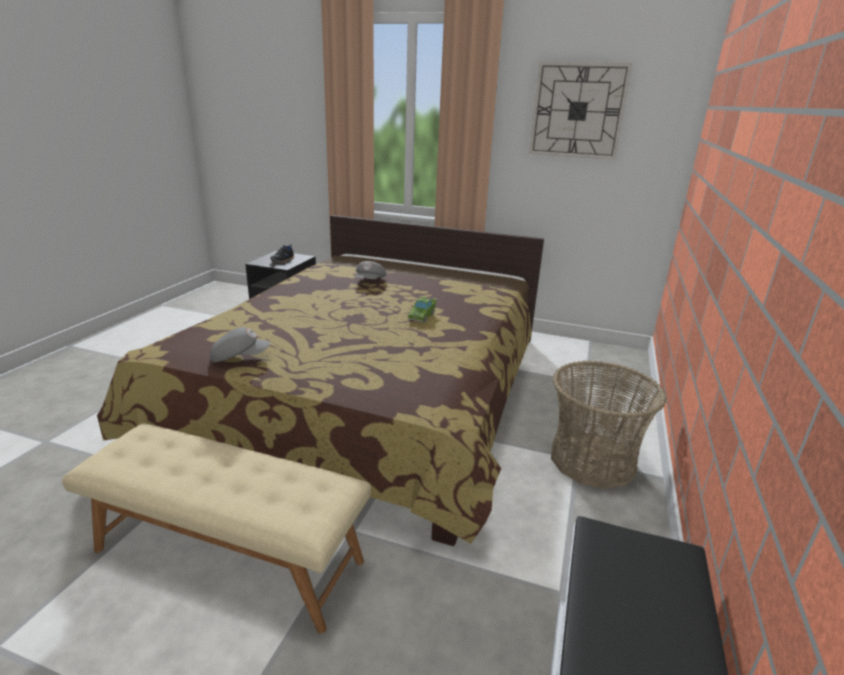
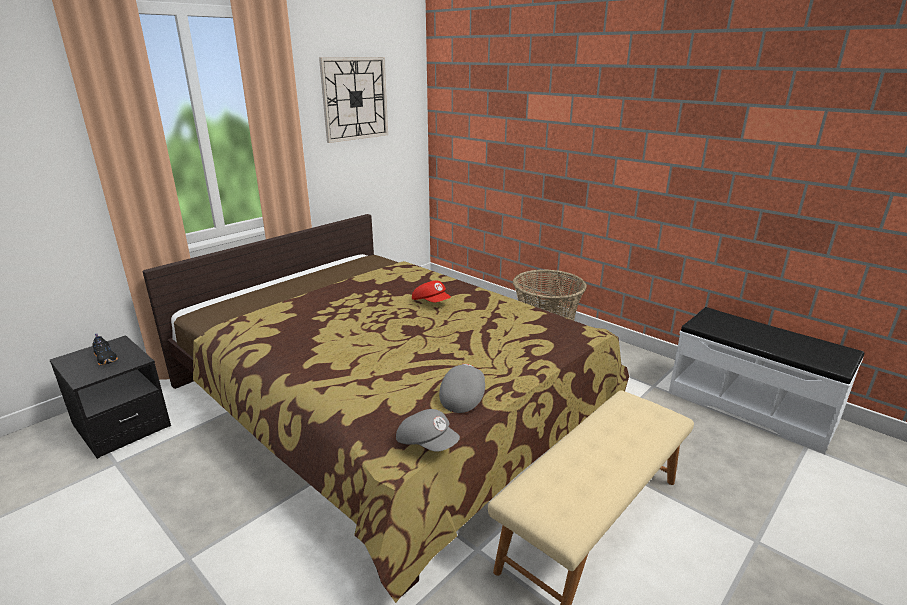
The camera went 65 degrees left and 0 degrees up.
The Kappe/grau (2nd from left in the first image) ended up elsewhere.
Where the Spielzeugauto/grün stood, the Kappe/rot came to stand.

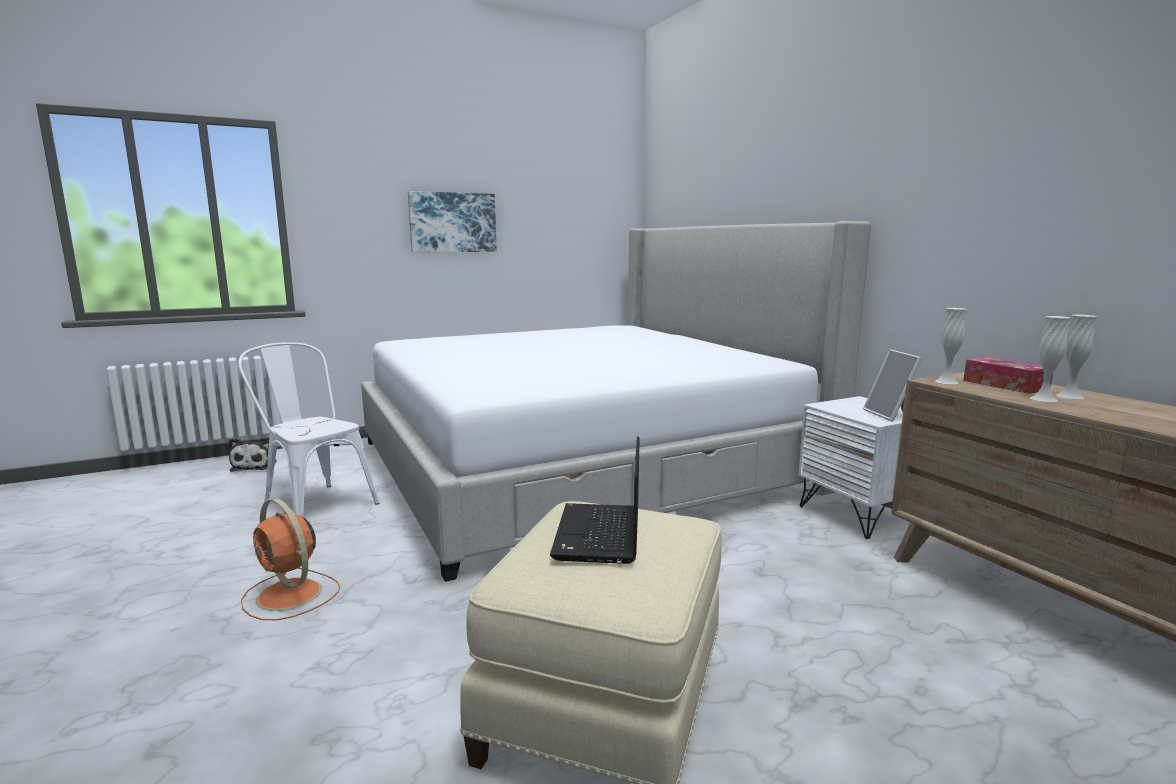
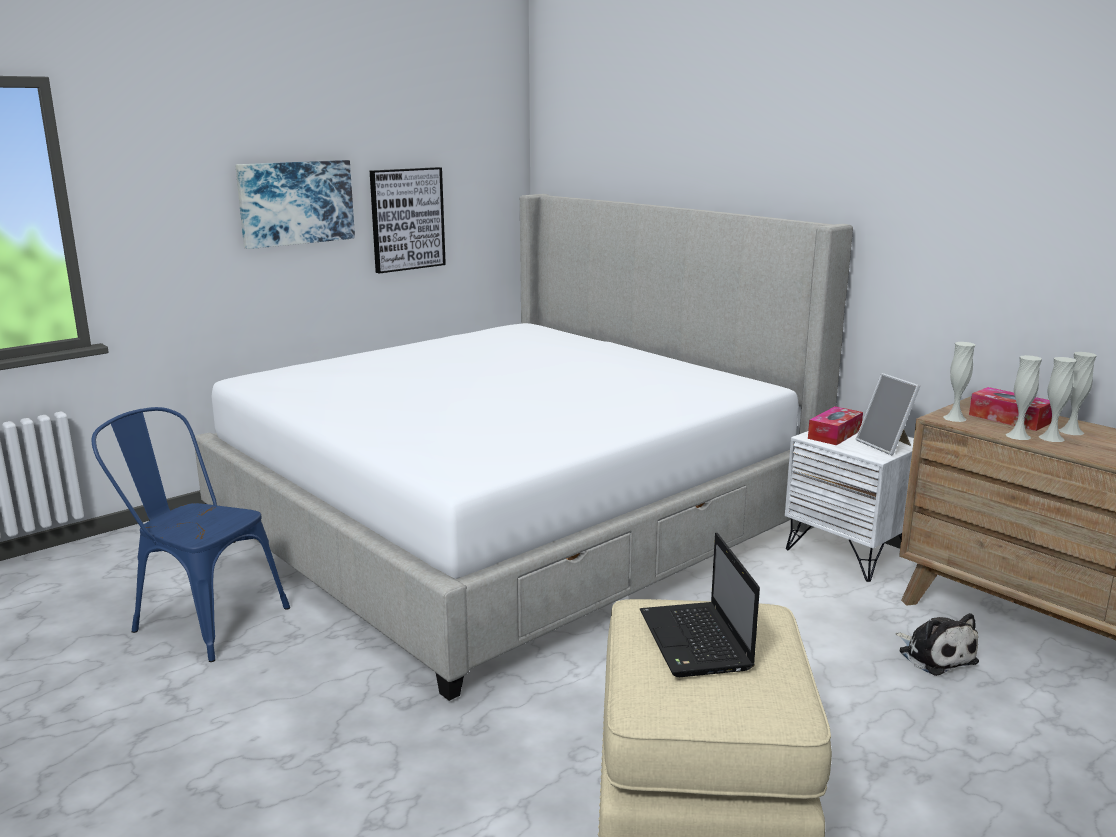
The camera went 15 degrees left and 5 degrees up.
The second view lost the Ventilator/orange.
The second view gained the Bild (2nd from left).
The second view gained the Taschentuchbox (1st from left).
The second view gained the Vase/weiß (2nd from left).
The Plüschtier ended up elsewhere.
What was the Stuhl/weiß turned into the Stuhl/blau.

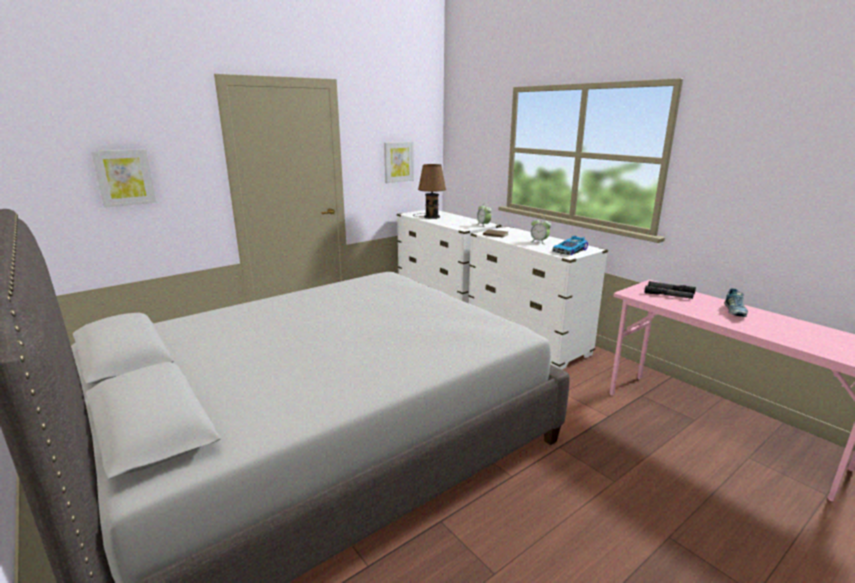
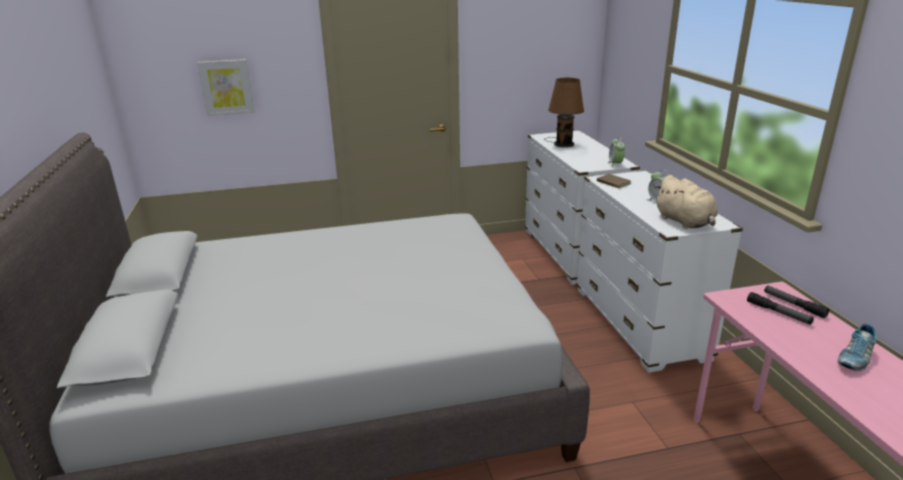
The camera went 25 degrees right and 5 degrees up.
The second view lost the Bild (2nd from left).
Where the Spielzeugauto stood, the Plüschtier/beige came to stand.

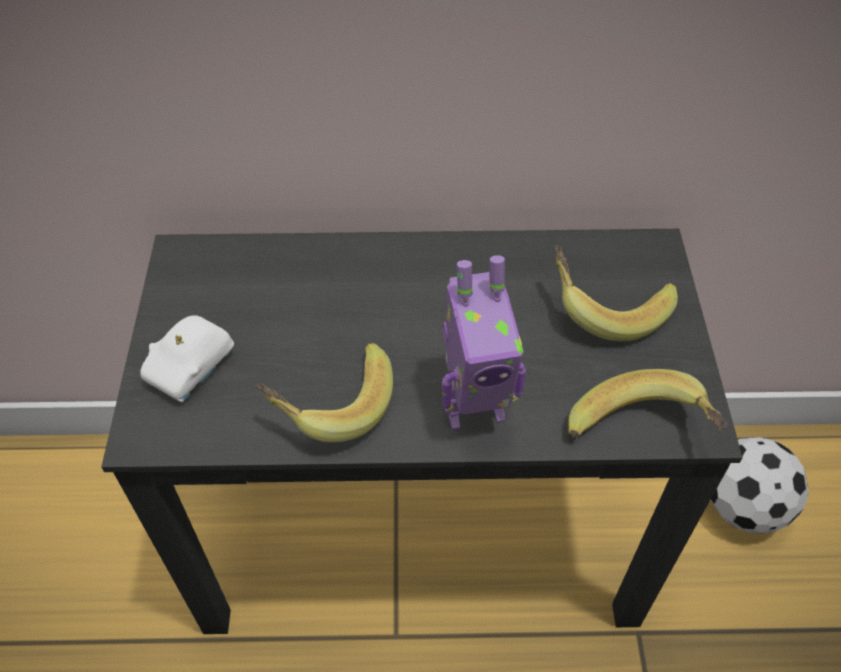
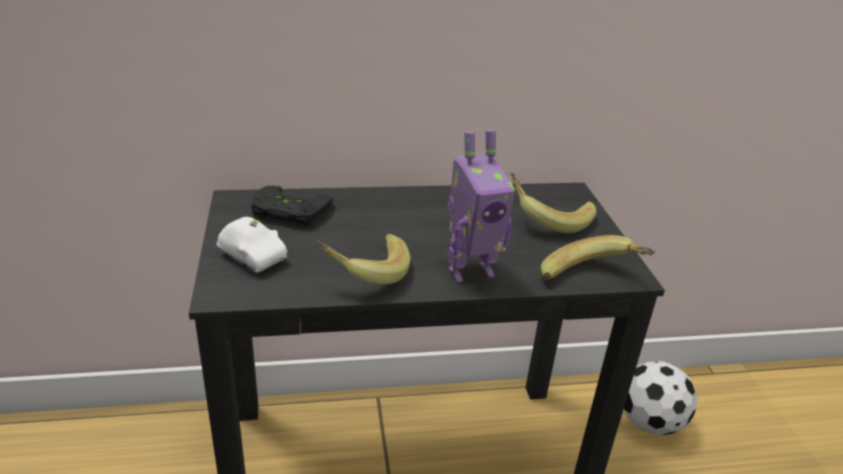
The camera went 10 degrees left and 20 degrees down.
The second view gained the Gamepad/schwarz.
The Spielzeugauto/weiß ended up facing another way, 75 degrees counterclockwise from before.

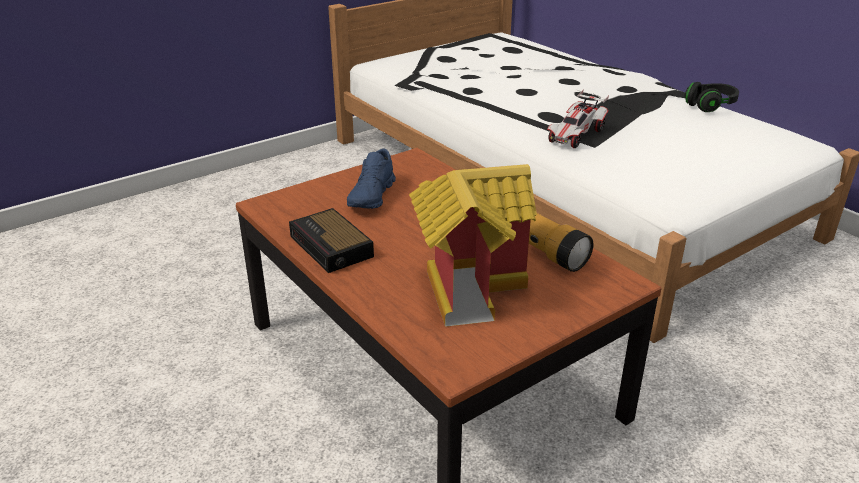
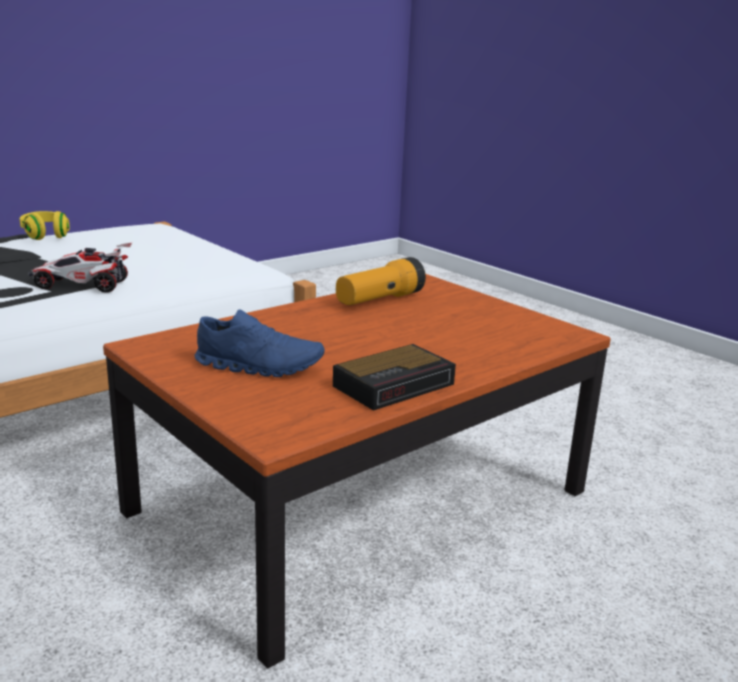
The camera went 95 degrees left and 10 degrees down.
The second view lost the Spielzeughaus.
What was the Kopfhörer/schwarz turned into the Kopfhörer/gelb.
The Spielzeugauto ended up facing another way, 150 degrees clockwise from before.

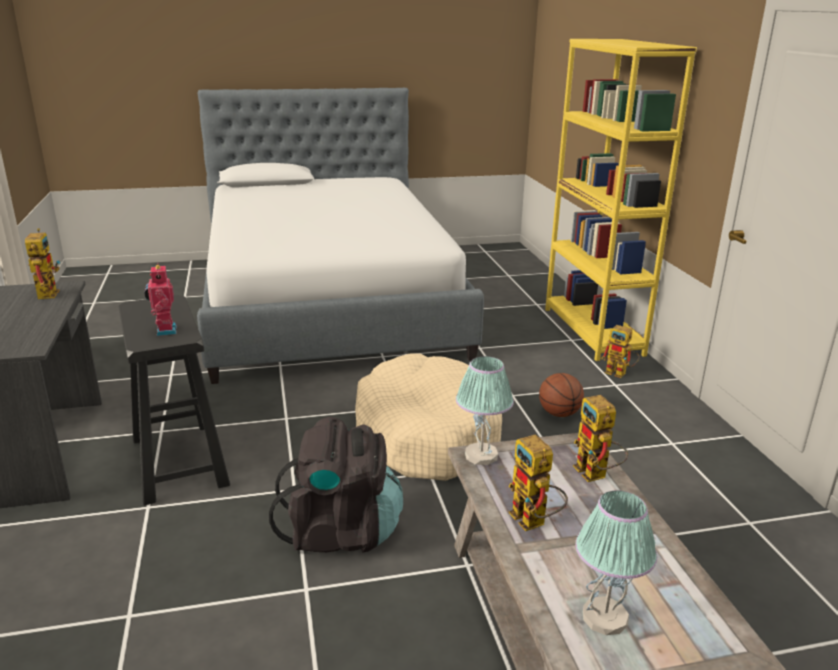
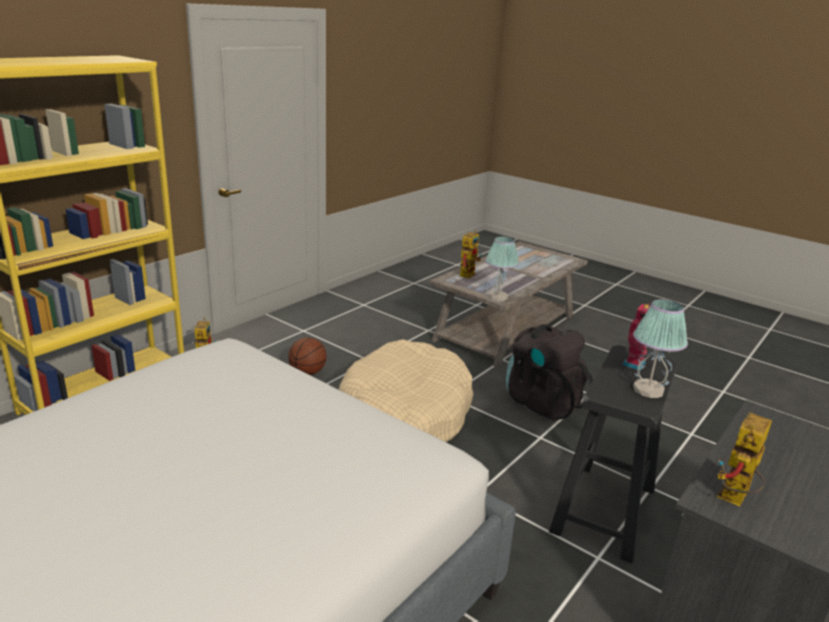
The camera went 130 degrees left and 0 degrees up.
The second view lost the Spielzeugroboter (3rd from left).
The Tischlampe (2nd from left) ended up elsewhere.

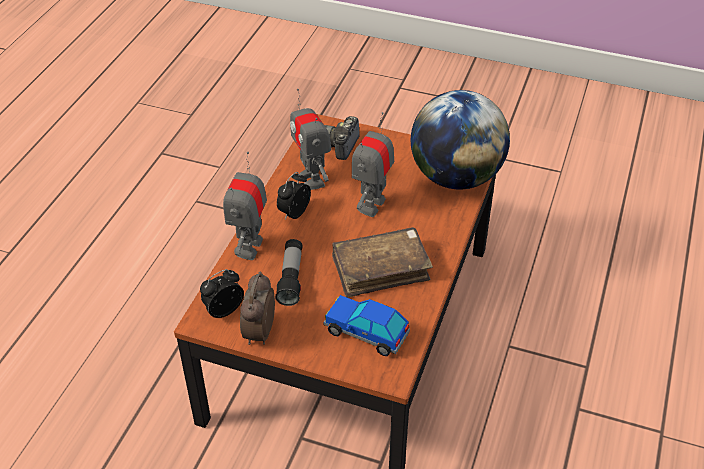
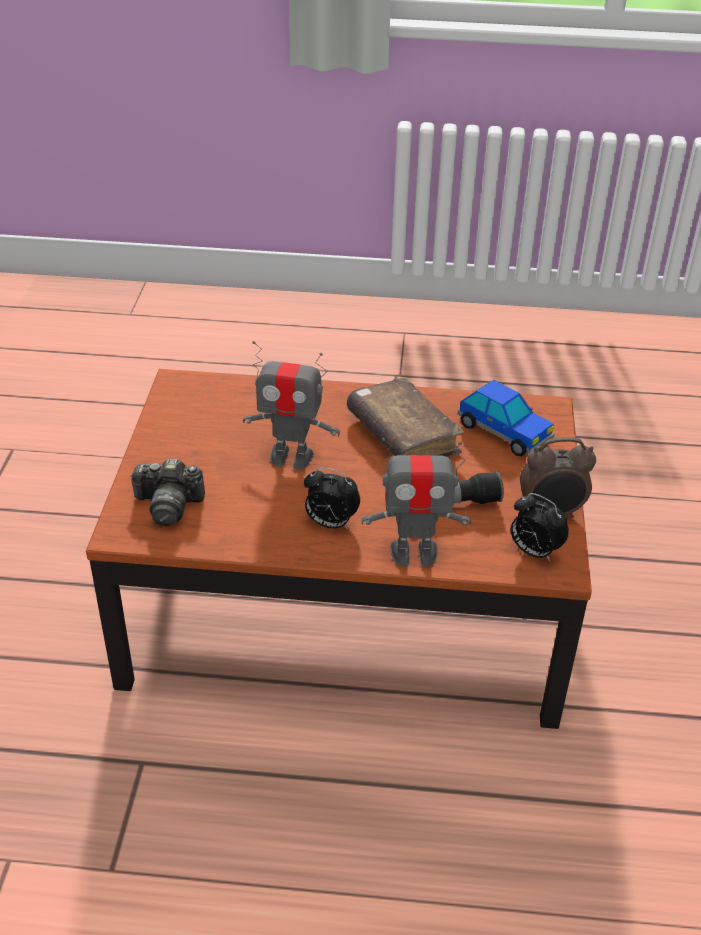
The camera went 105 degrees left and 5 degrees down.
The second view lost the Spielzeugroboter (2nd from left).
The second view lost the Globus.
The Spielzeugauto ended up facing another way, 60 degrees counterclockwise from before.

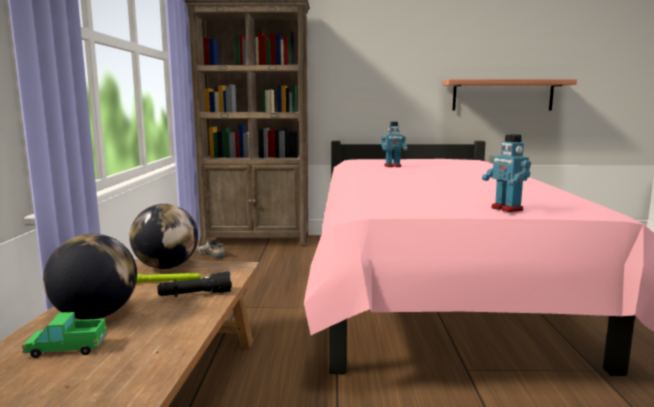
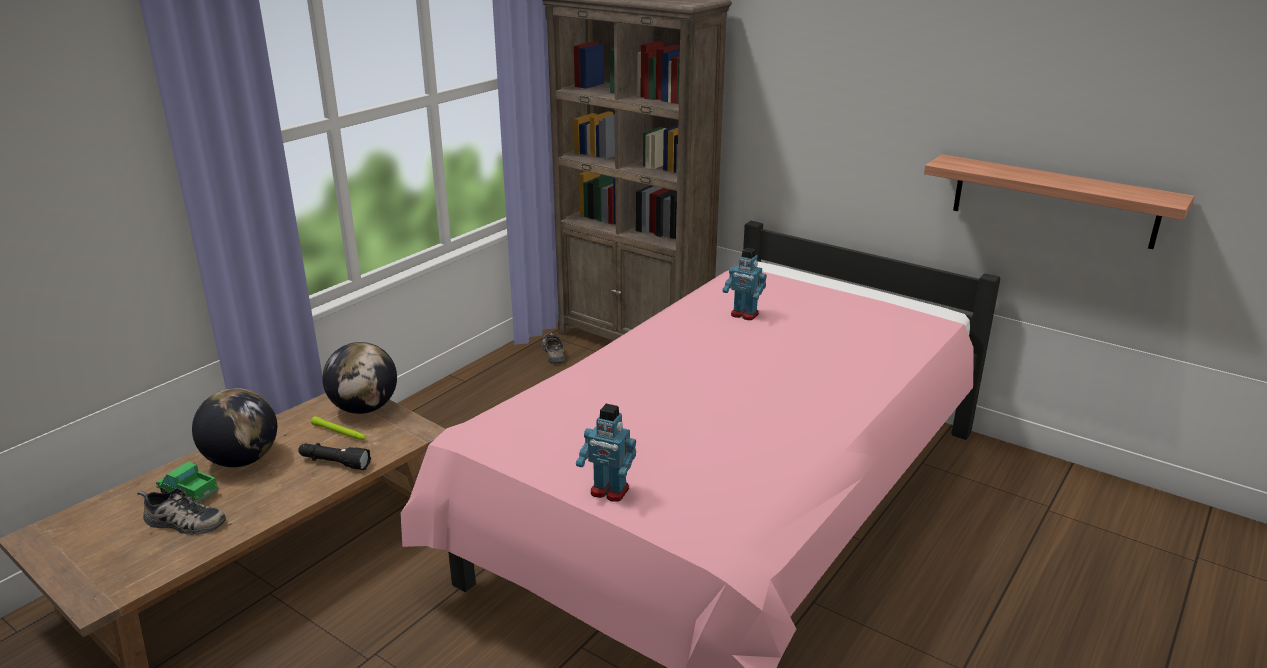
The camera went 35 degrees right and 15 degrees up.
The second view gained the Schuh (1st from left).
The Spielzeugroboter (2nd from left in the first image) ended up facing another way, 75 degrees counterclockwise from before.

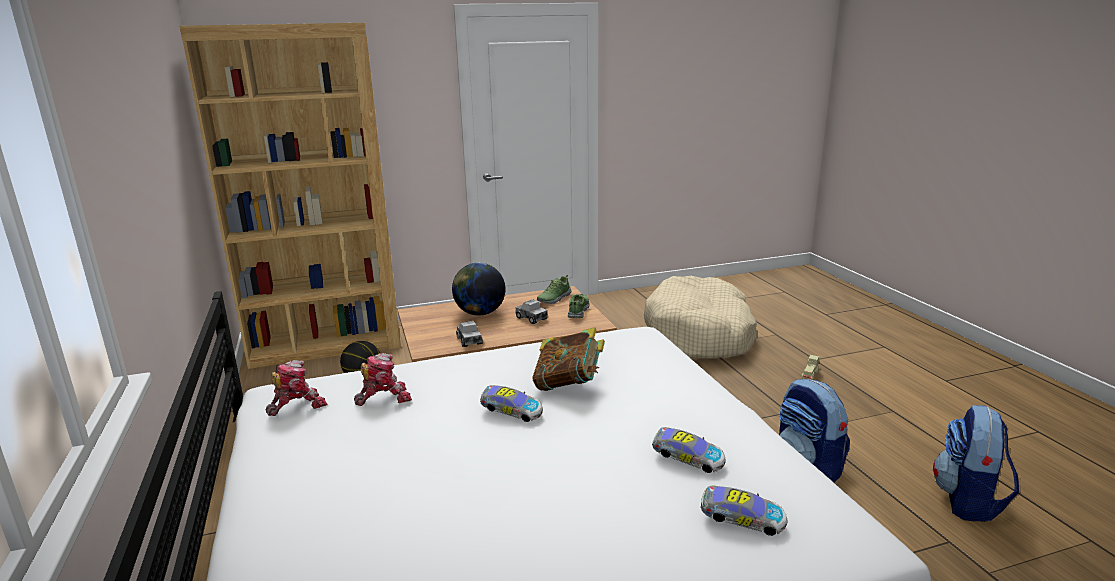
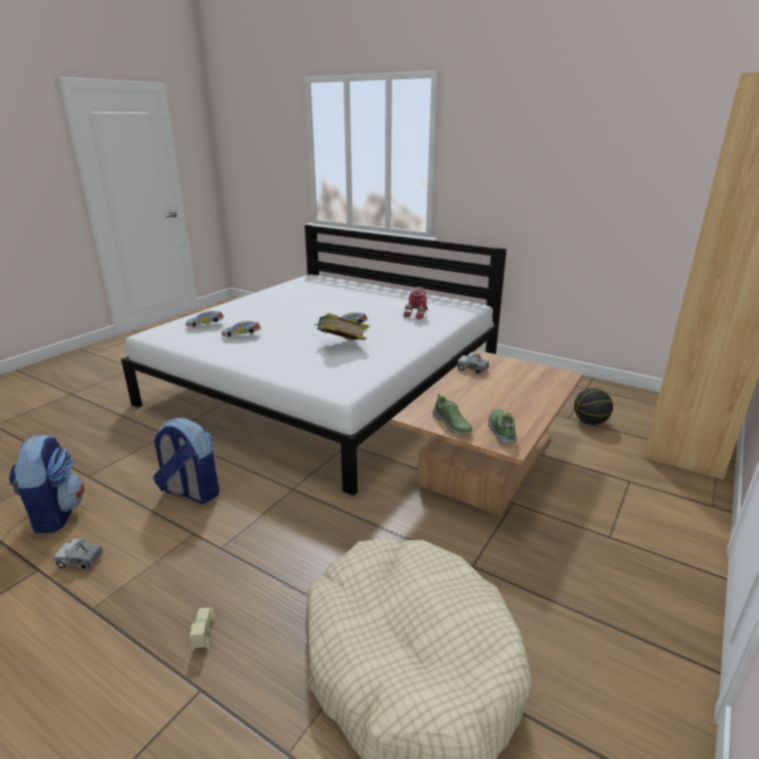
The camera went 140 degrees right and 5 degrees up.
The second view lost the Spielzeugroboter (1st from left).
The second view lost the Globus.
The Spielzeuglaster (2nd from left in the first image) ended up elsewhere.

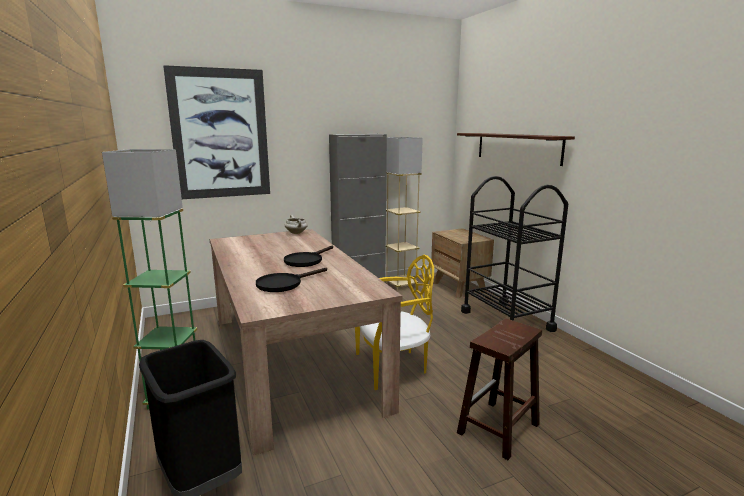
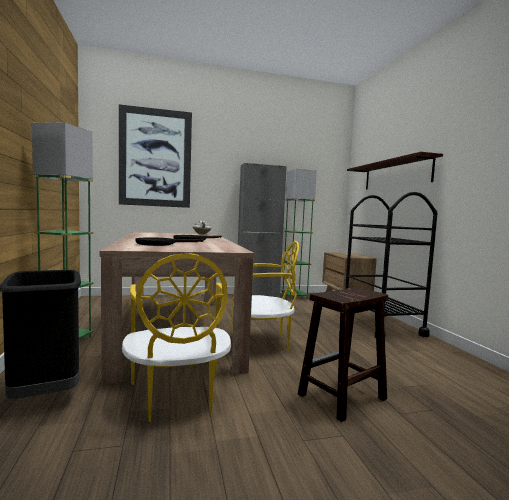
The camera went 10 degrees right and 10 degrees down.
The second view gained the Stuhl/gelb (1st from left).
What was the Stehlampe/beige turned into the Stehlampe/grün (2nd from left).

